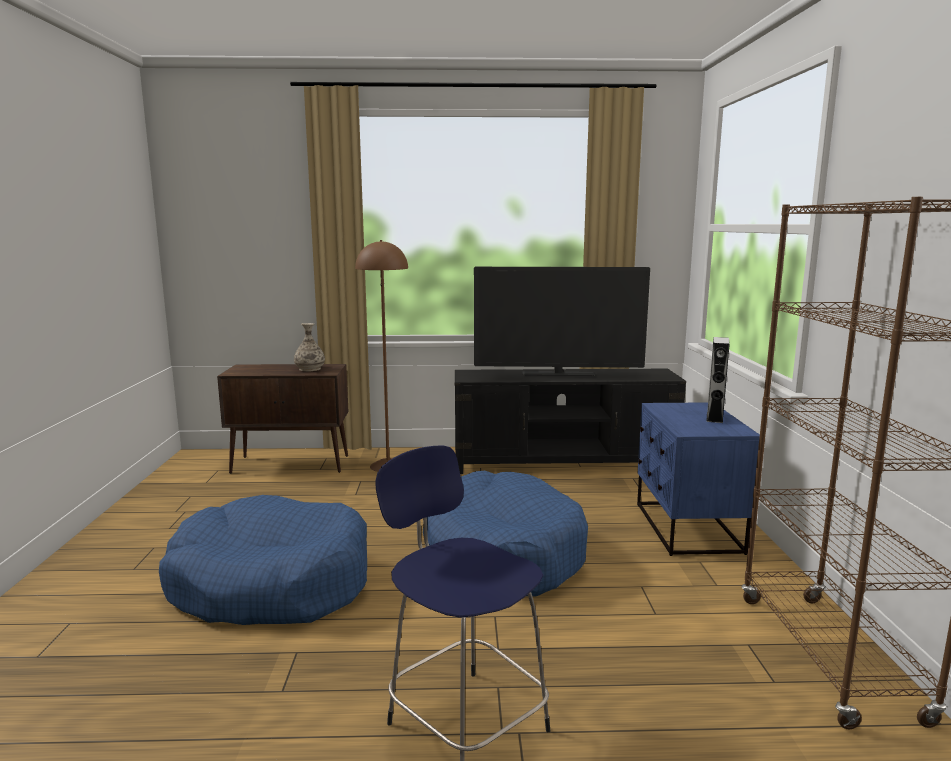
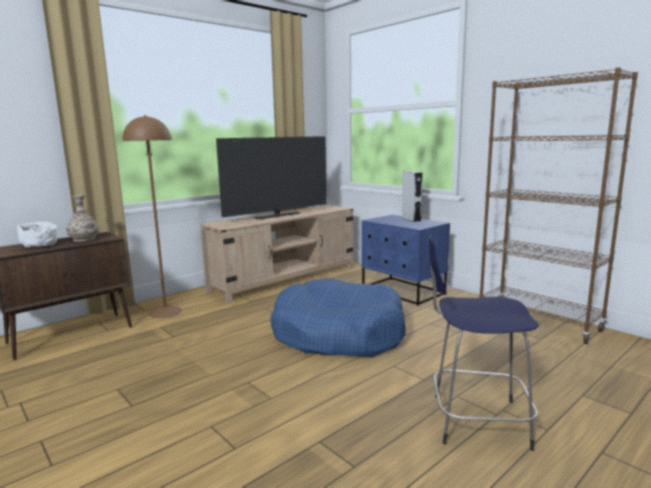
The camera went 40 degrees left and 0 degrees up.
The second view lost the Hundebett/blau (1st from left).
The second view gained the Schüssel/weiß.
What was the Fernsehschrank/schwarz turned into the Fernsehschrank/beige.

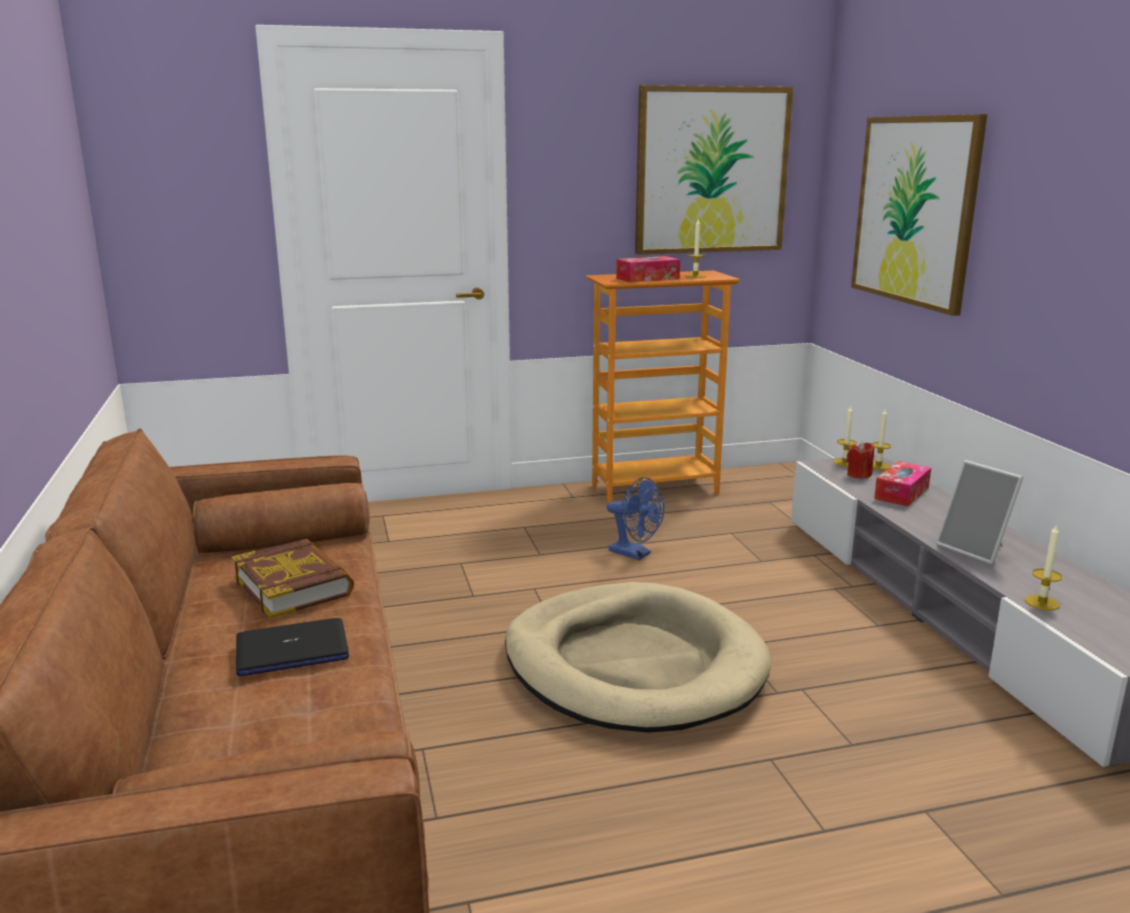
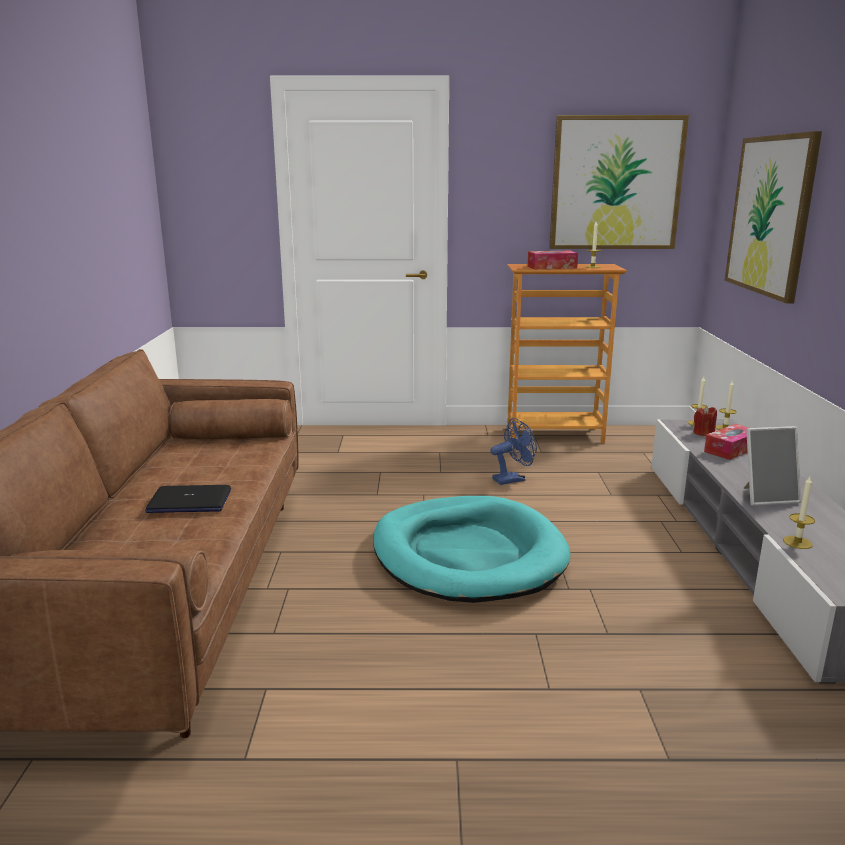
The camera went 15 degrees right and 0 degrees up.
The second view lost the Buch.
What was the Hundebett/beige turned into the Hundebett/türkis.
The Ventilator/blau ended up facing another way, 75 degrees counterclockwise from before.
The Bilderrahmen ended up facing another way, 75 degrees counterclockwise from before.

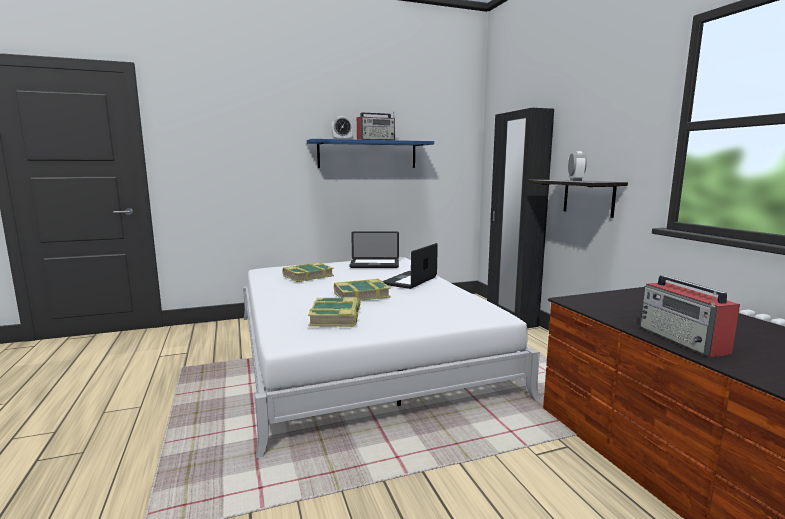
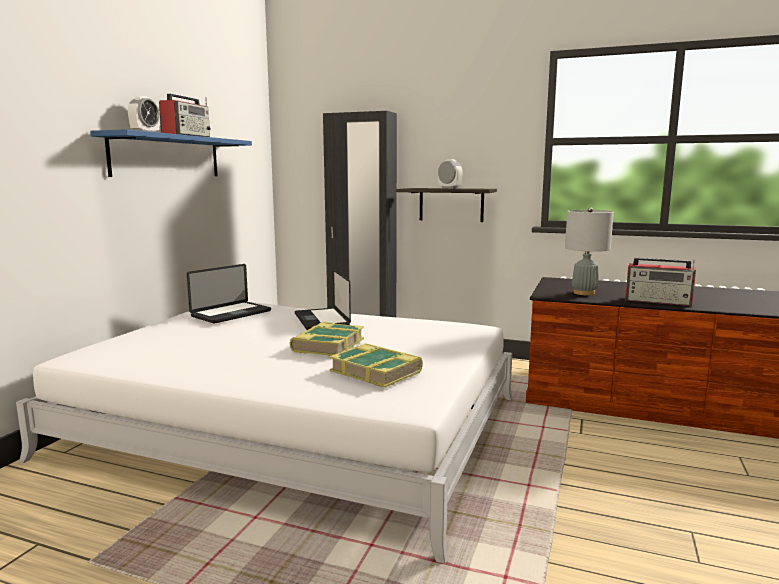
The camera went 50 degrees left and 0 degrees up.
The second view lost the Buch (1st from left).
The second view gained the Tischlampe/grau.

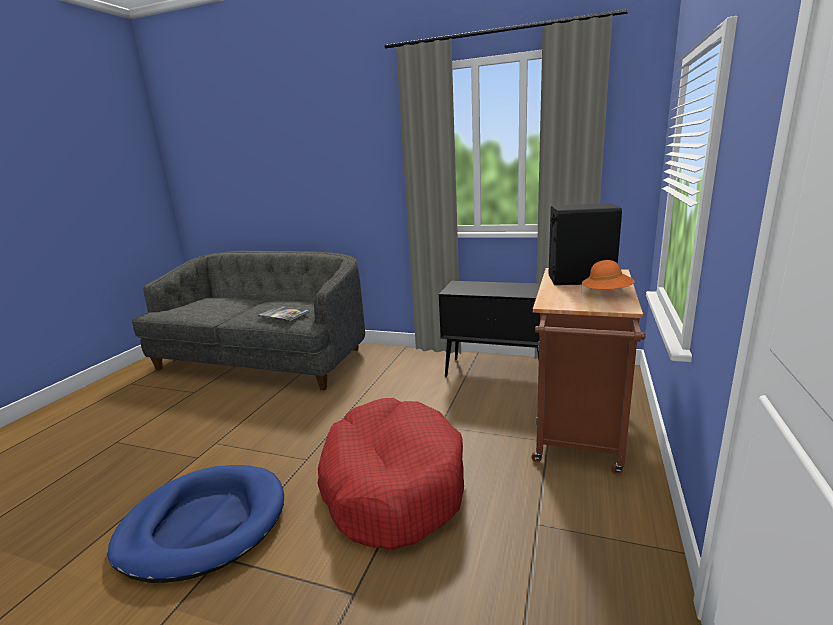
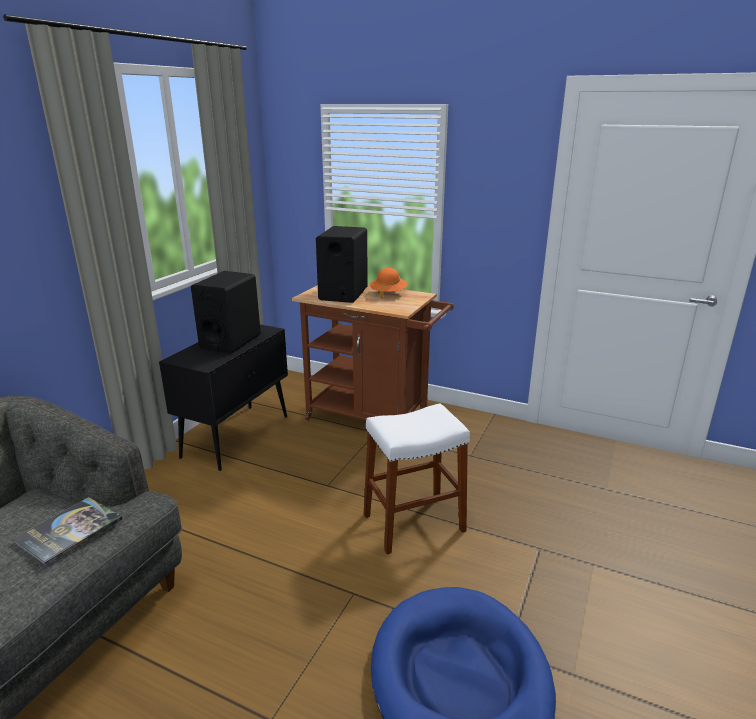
The camera went 85 degrees left and 5 degrees up.
The second view gained the Lautsprecher/schwarz (1st from left).
Where the Hundebett/rot stood, the Hocker/weiß came to stand.

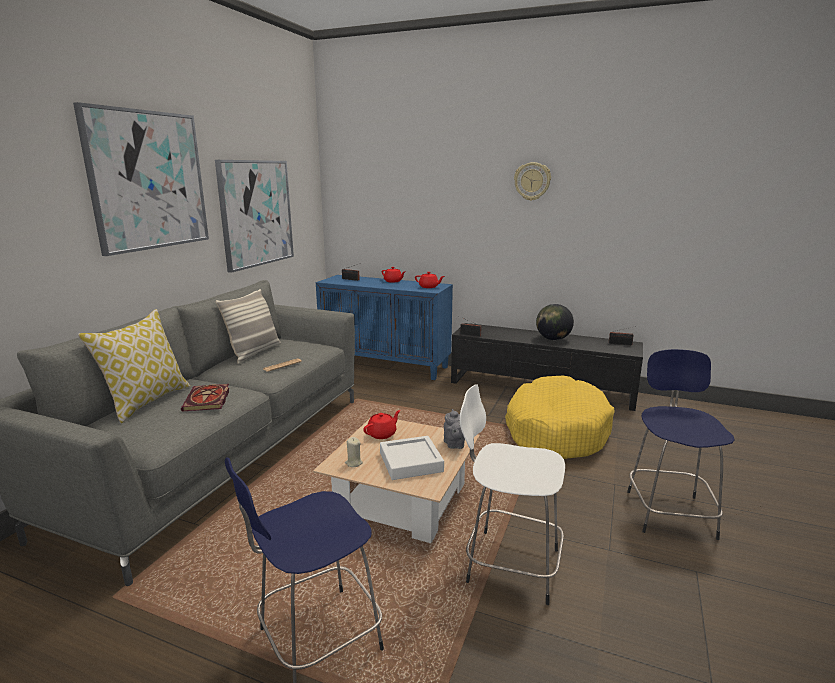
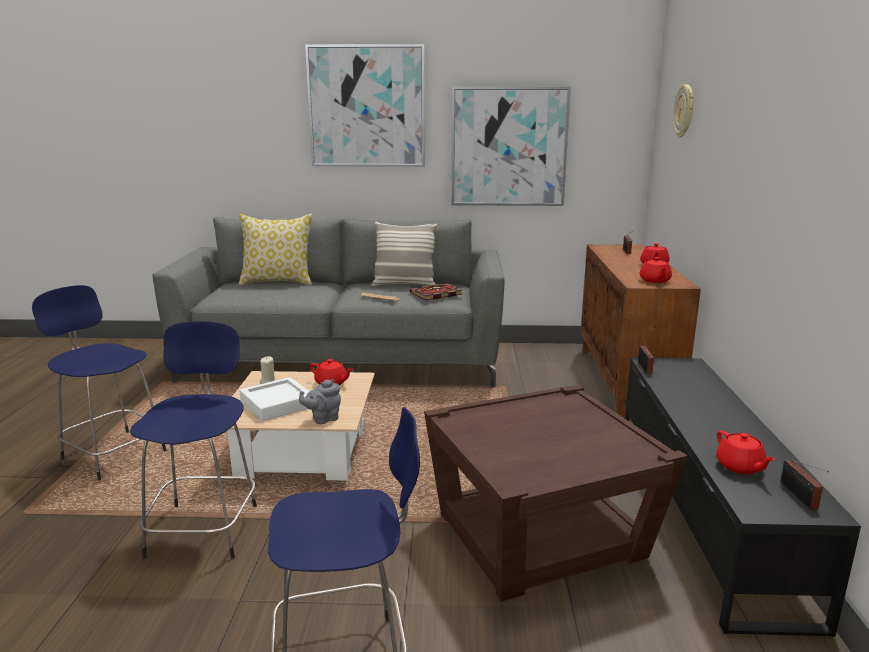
The camera went 70 degrees right and 0 degrees up.
The second view lost the Globus.
The second view gained the Teekanne/rot (4th from left).
The Buch ended up elsewhere.
The Wanduhr ended up elsewhere.
Where the Hundebett/gelb stood, the Beistelltisch/braun came to stand.
What was the Schrank/blau turned into the Schrank/braun.
What was the Hocker/weiß turned into the Hocker/blau (2nd from left).

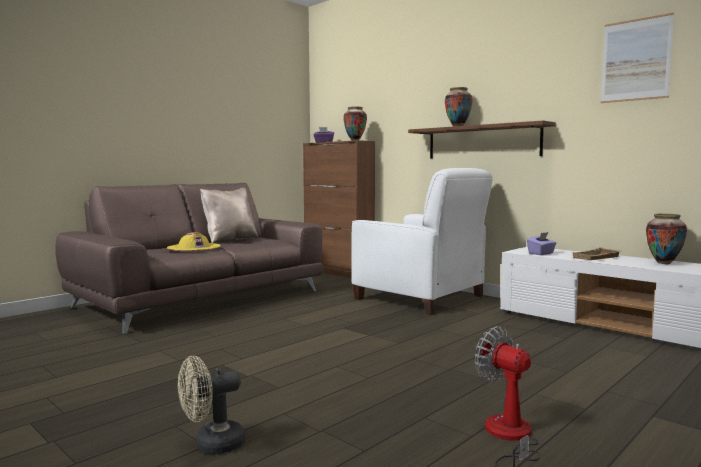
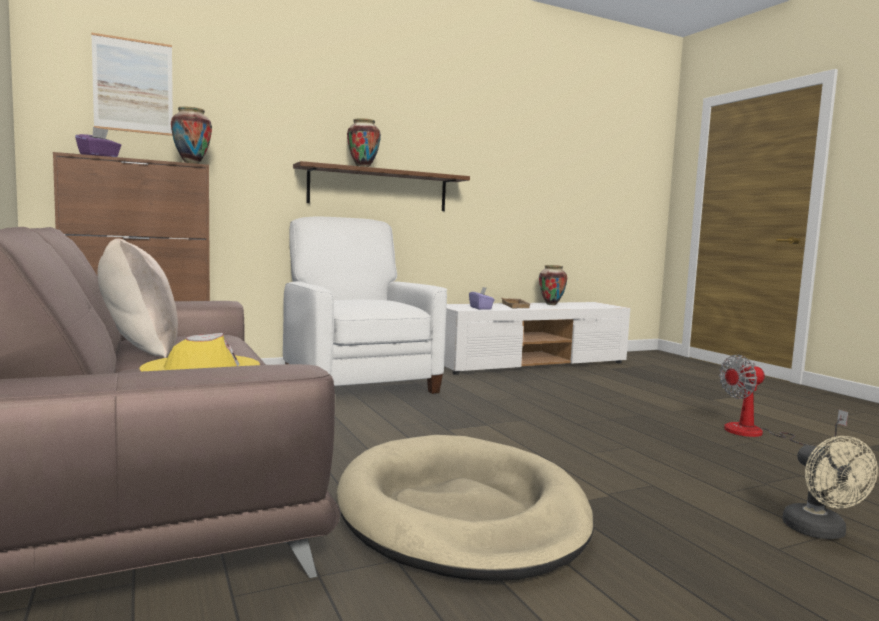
The camera went 70 degrees left and 0 degrees up.
The second view gained the Hundebett/beige.
The Bild ended up elsewhere.
The Sessel/weiß ended up facing another way, 90 degrees counterclockwise from before.

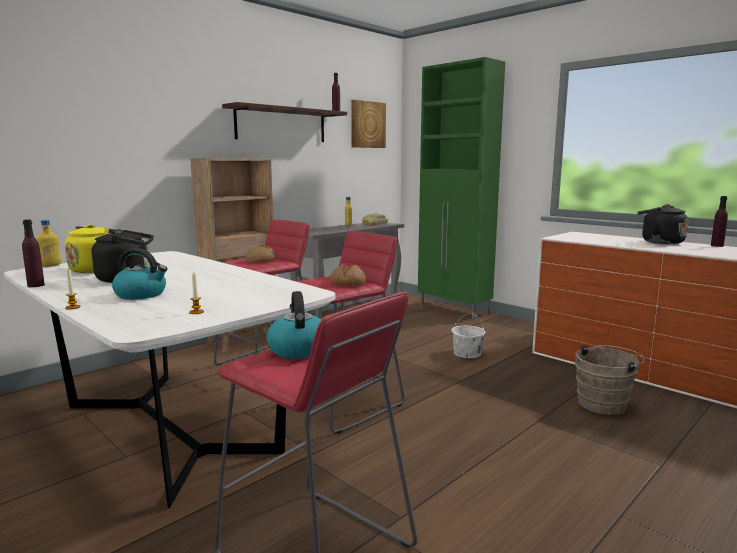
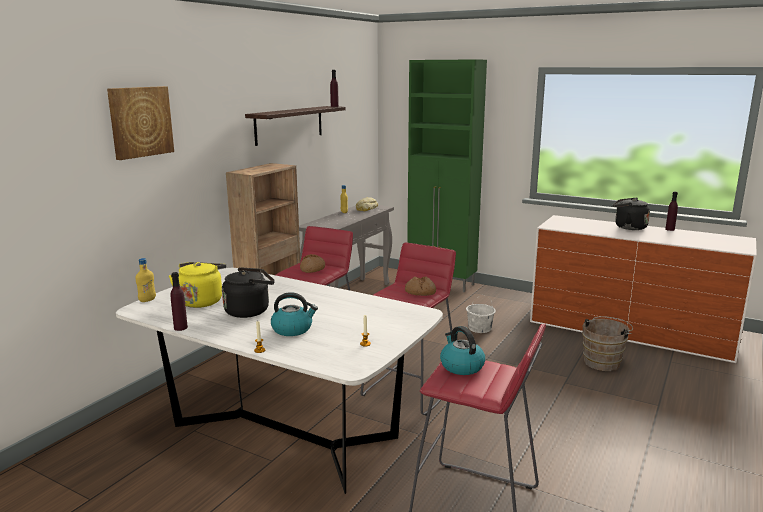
The camera went 15 degrees left and 5 degrees up.
The Bild ended up elsewhere.

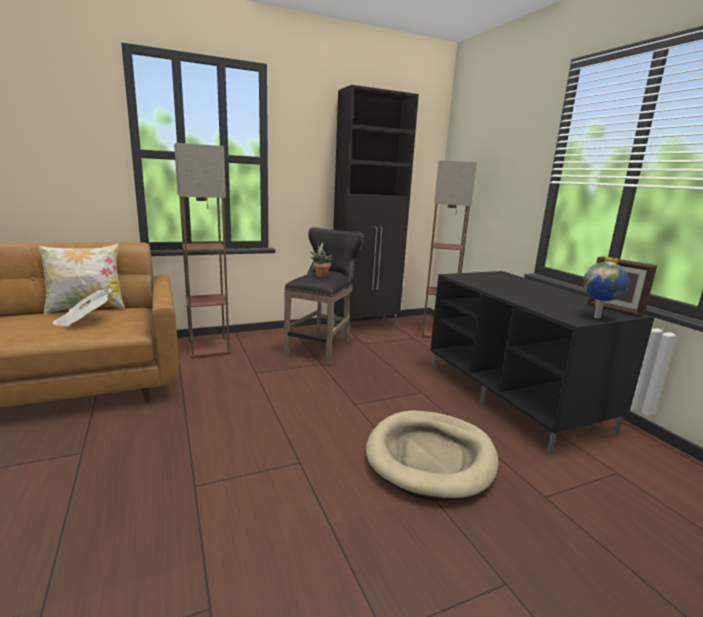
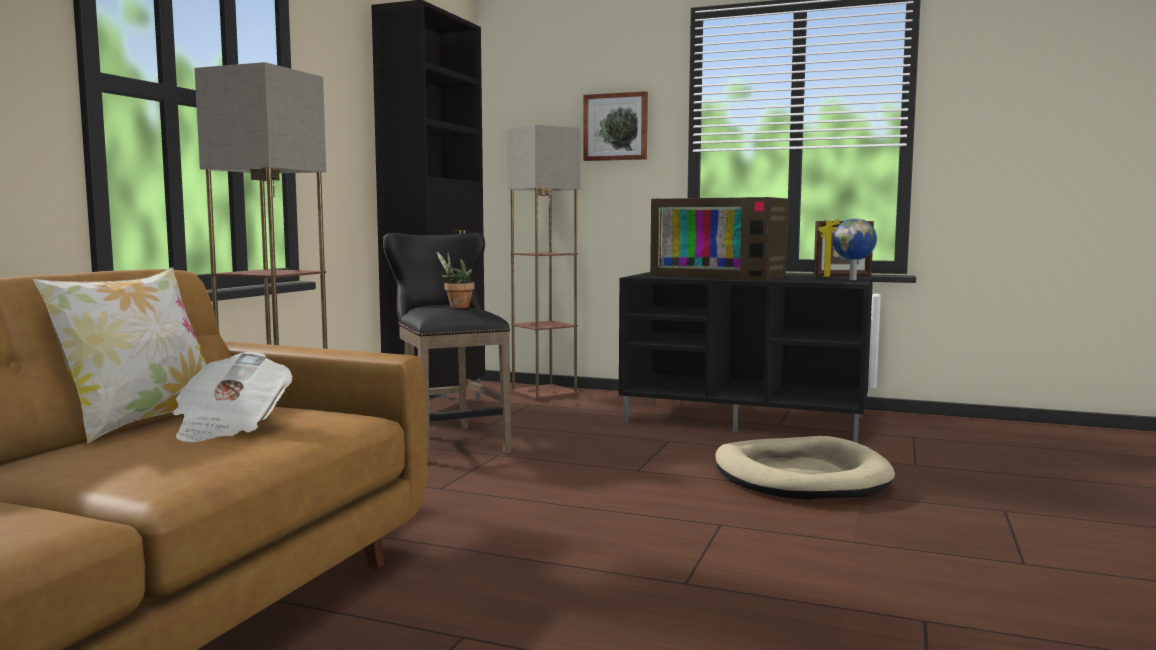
The camera went 45 degrees left and 10 degrees down.
The second view gained the Bild.
The second view gained the Fernseher.

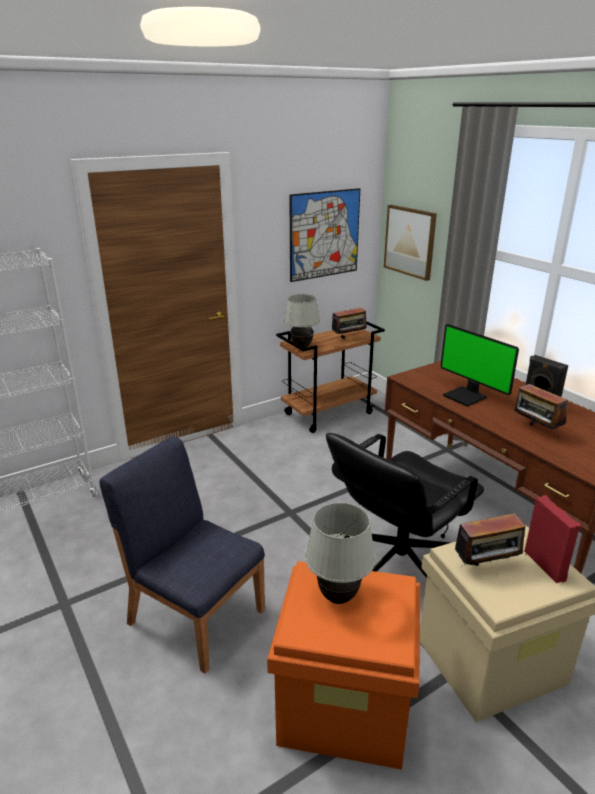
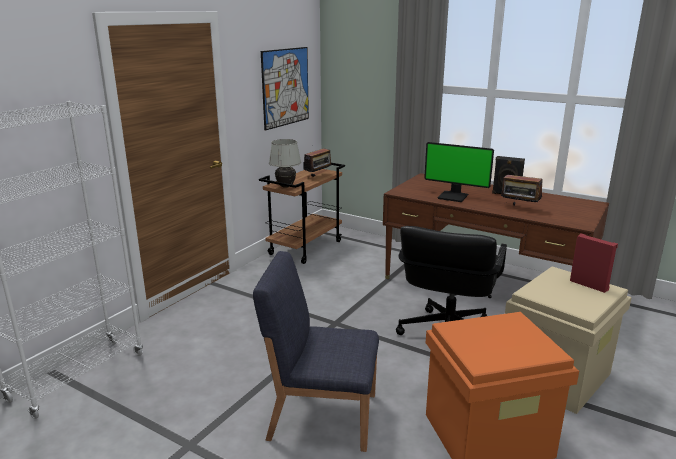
The camera went 25 degrees left and 5 degrees down.
The second view lost the Tischlampe/weiß (2nd from left).
The second view lost the Bild (2nd from left).
The second view lost the Radio (2nd from left).

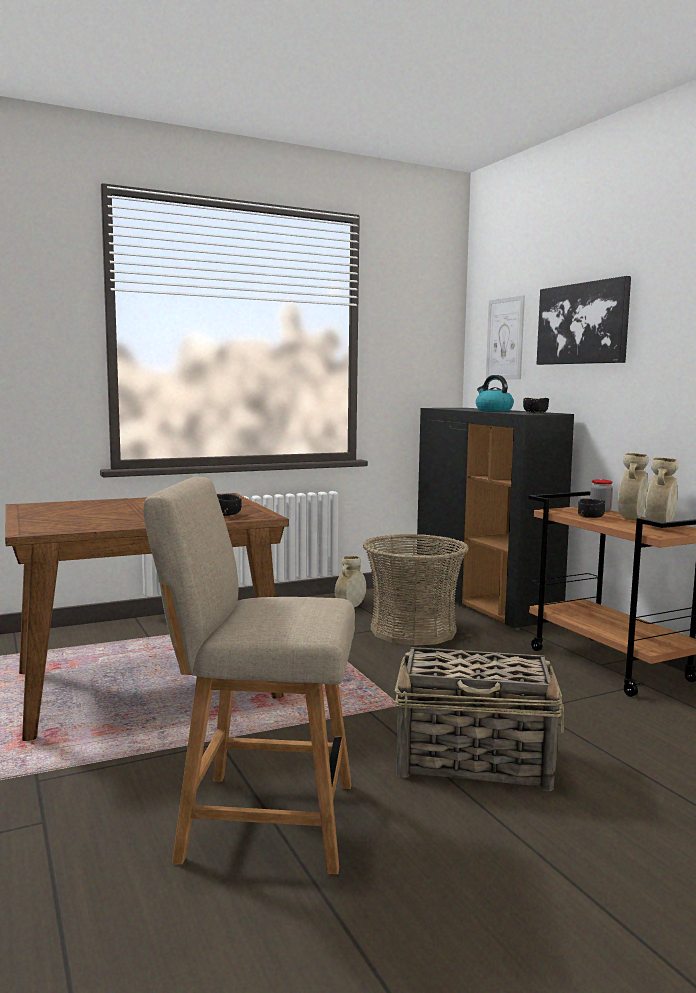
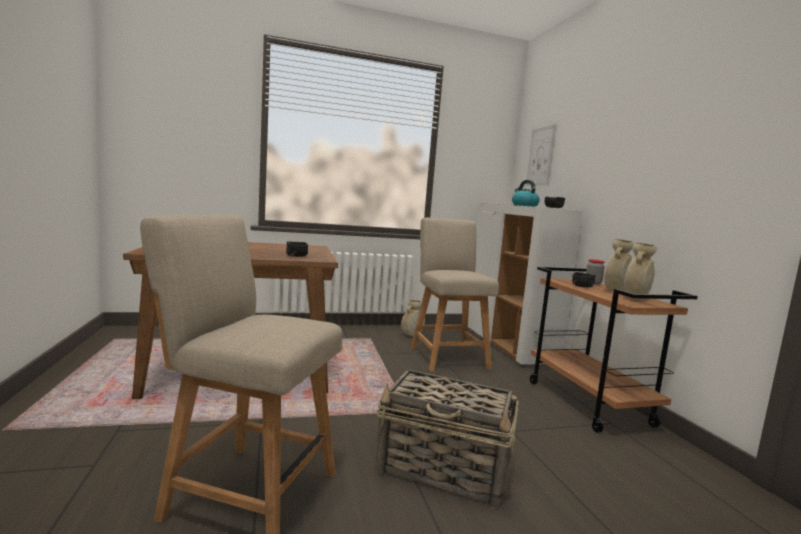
The camera went 10 degrees right and 0 degrees up.
The second view lost the Bild (2nd from left).
Where the Korb (1st from left) stood, the Stuhl/beige (2nd from left) came to stand.
What was the Schrank/schwarz turned into the Schrank/weiß.

